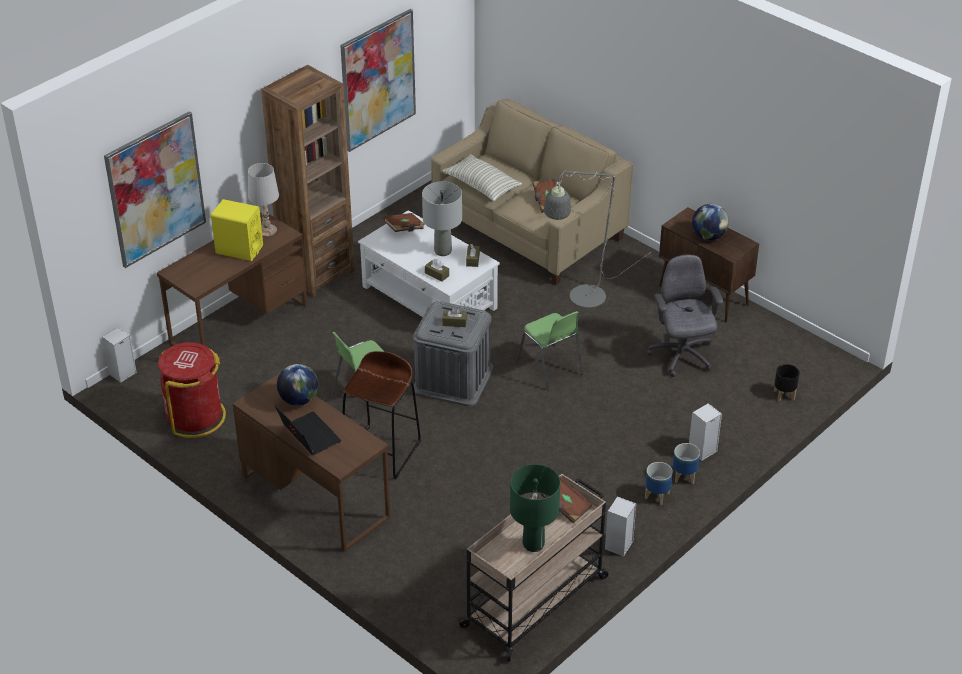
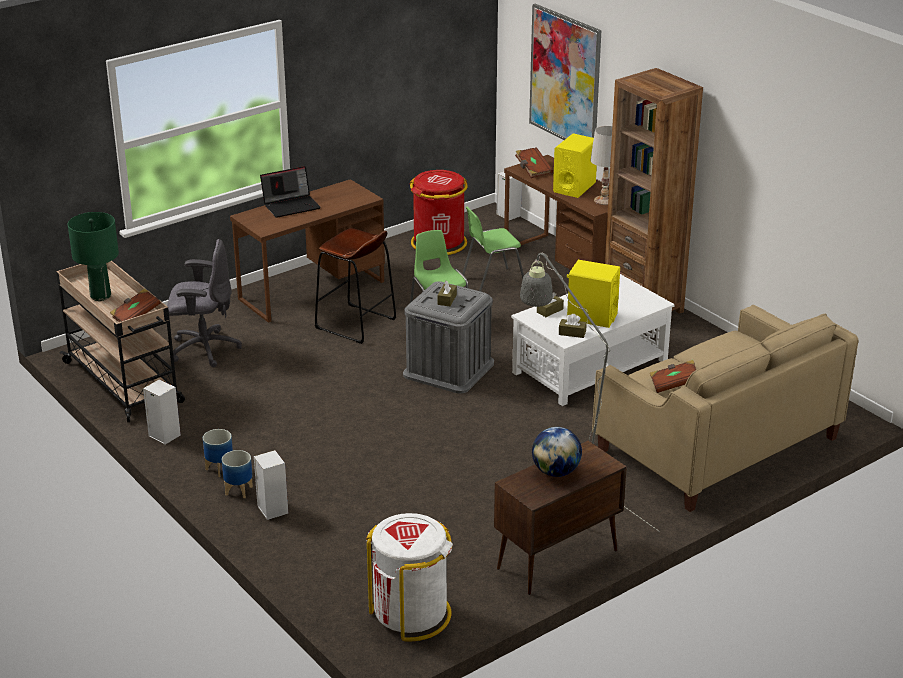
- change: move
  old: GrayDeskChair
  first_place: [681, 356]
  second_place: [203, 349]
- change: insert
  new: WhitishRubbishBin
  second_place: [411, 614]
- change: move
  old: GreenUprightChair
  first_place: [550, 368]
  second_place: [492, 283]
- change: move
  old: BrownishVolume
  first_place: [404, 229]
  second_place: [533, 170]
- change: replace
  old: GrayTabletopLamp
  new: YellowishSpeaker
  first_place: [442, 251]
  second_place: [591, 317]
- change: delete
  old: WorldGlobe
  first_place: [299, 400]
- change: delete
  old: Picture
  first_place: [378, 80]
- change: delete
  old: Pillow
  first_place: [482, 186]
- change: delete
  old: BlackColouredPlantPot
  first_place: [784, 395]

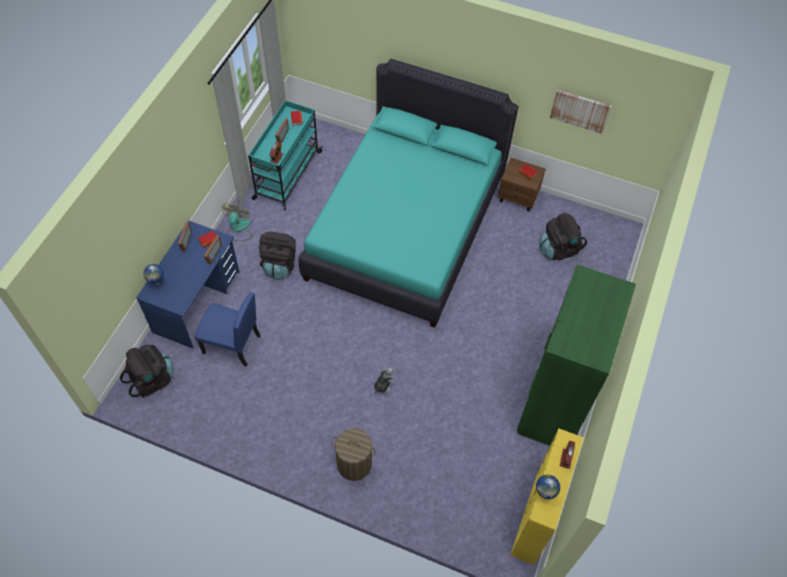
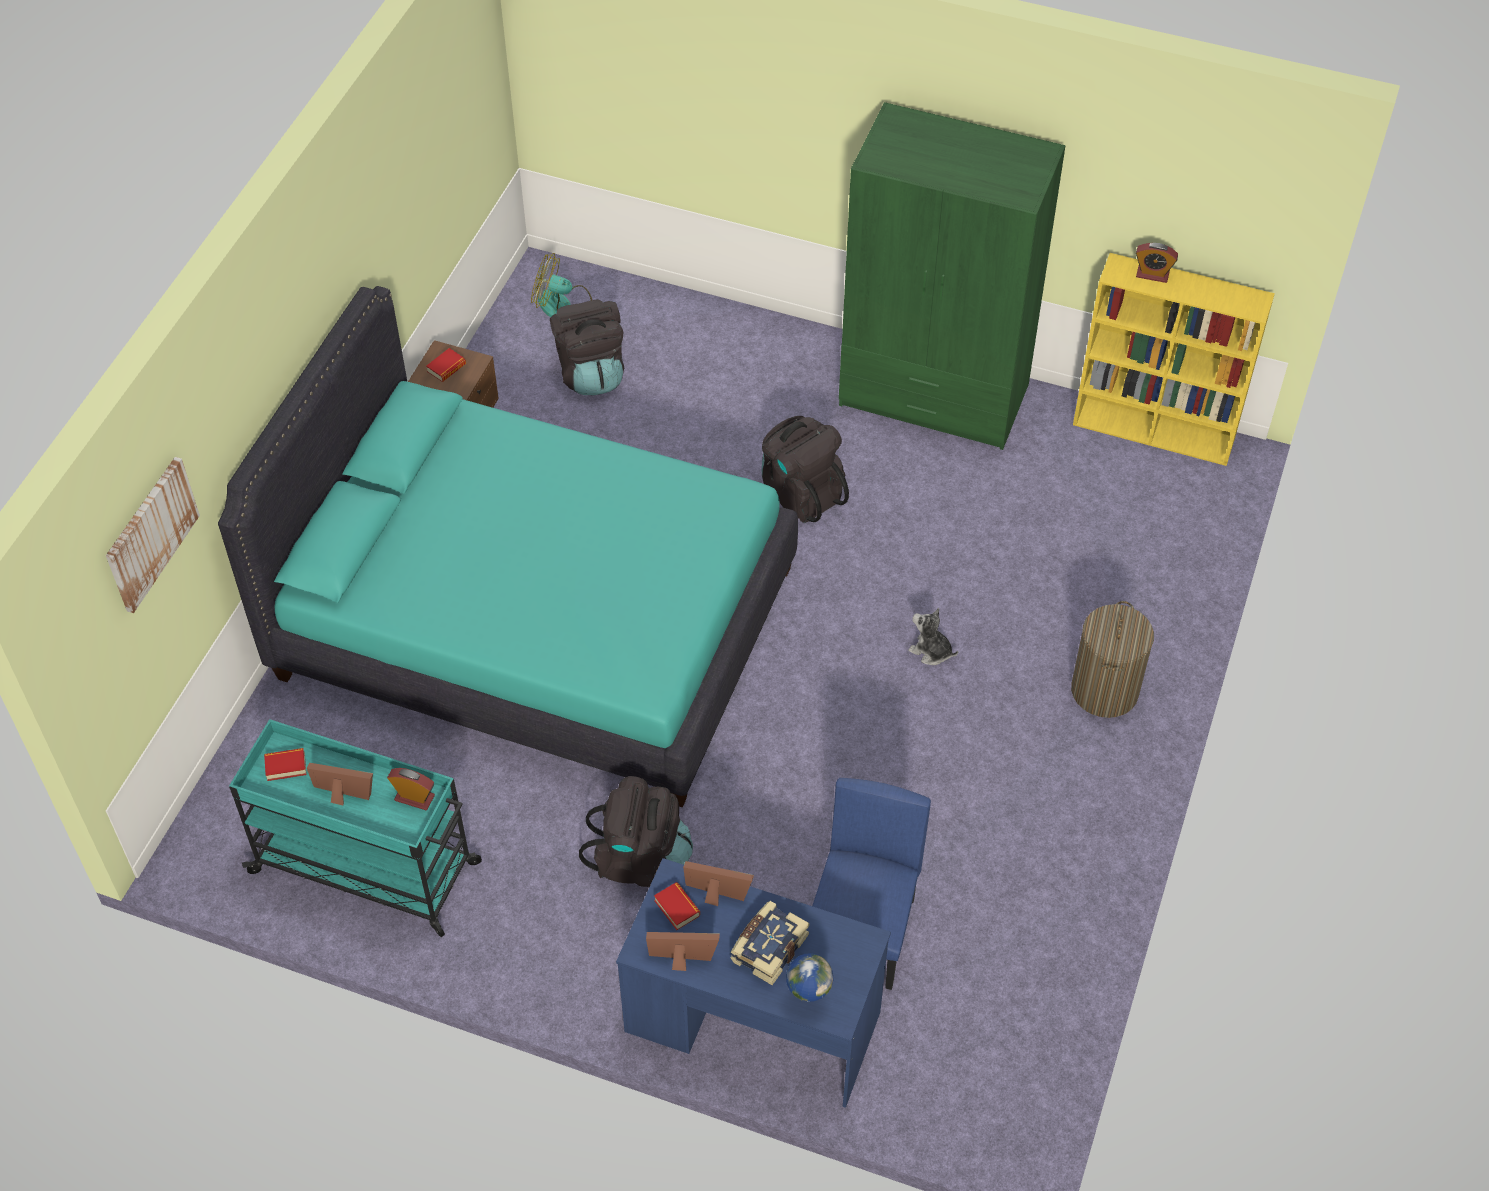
- change: move
  old: Picture
  first_place: [580, 110]
  second_place: [150, 533]
- change: move
  old: ElectricFan
  first_place: [238, 229]
  second_place: [562, 306]
- change: insert
  new: Volume
  second_place: [768, 947]
- change: move
  old: BlackColouredKnapsack
  first_place: [152, 379]
  second_place: [800, 493]
- change: delete
  old: WorldGlobe
  first_place: [544, 494]

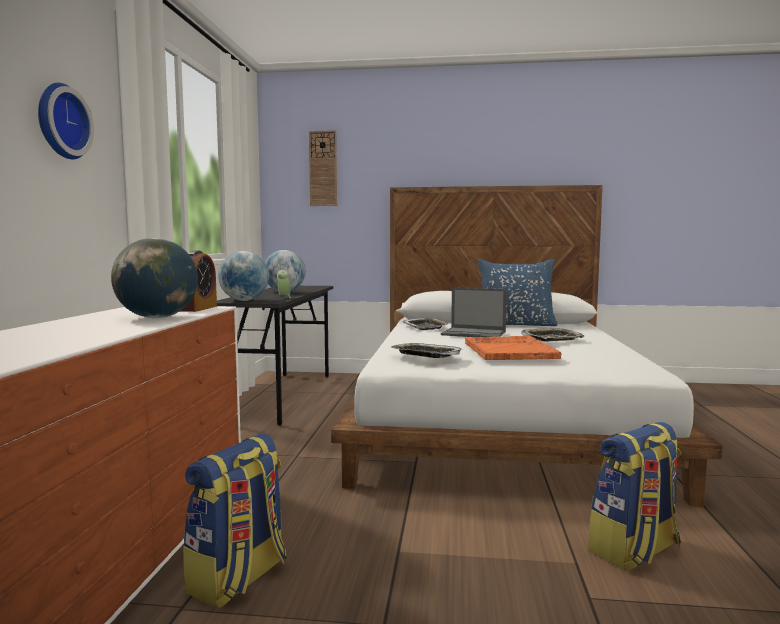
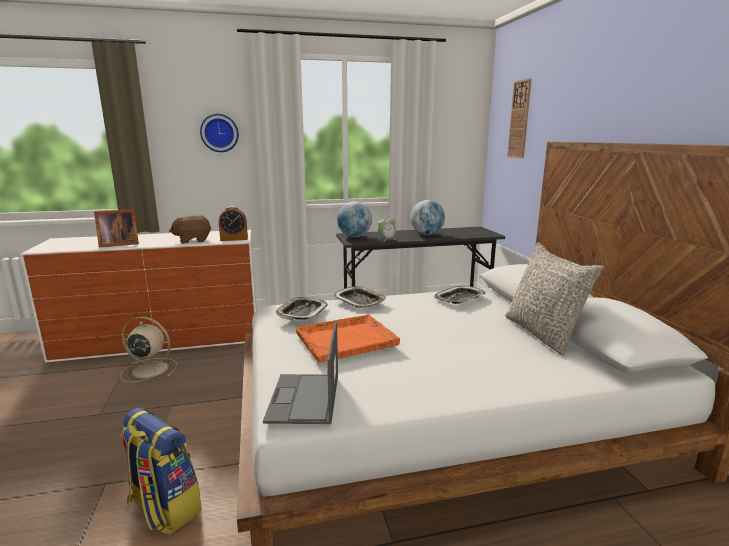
- change: insert
  new: PictureFrame
  second_place: [118, 244]
- change: replace
  old: Knapsack
  new: BeigeColouredElectricFan
  first_place: [239, 578]
  second_place: [148, 369]
- change: replace
  old: WorldGlobe
  new: BrownishSoftToy
  first_place: [157, 317]
  second_place: [193, 240]
- change: move
  old: NotebookComputer
  first_place: [474, 333]
  second_place: [304, 399]
- change: move
  old: Tray
  first_place: [551, 339]
  second_place: [360, 301]
- change: recolor
  old: BluePillow
  new: GrayPillow
  first_place: [515, 325]
  second_place: [543, 334]

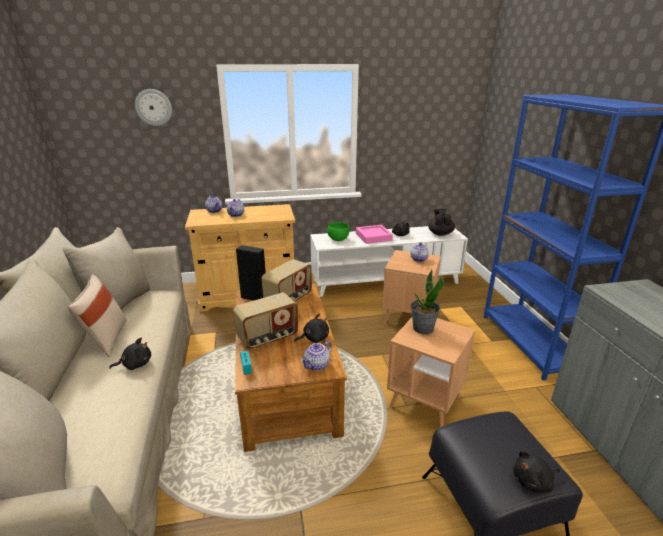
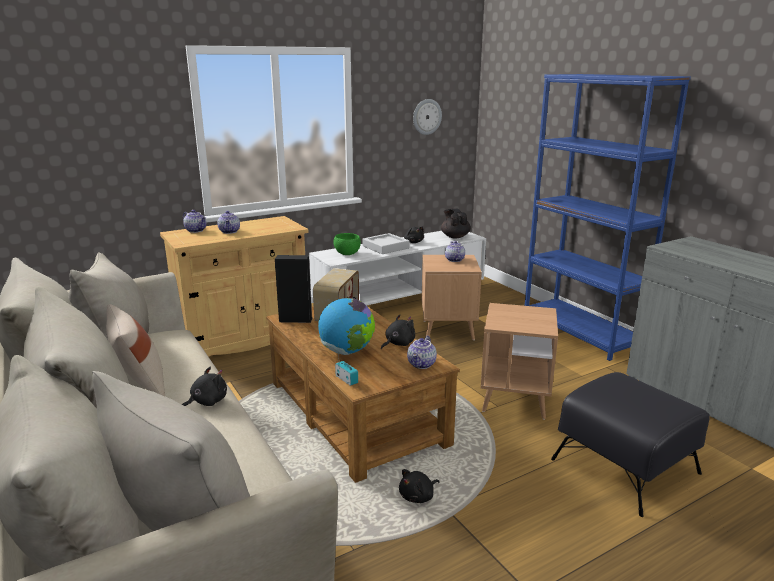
- change: replace
  old: Radio
  new: WorldGlobe
  first_place: [268, 338]
  second_place: [347, 351]
- change: recolor
  old: PinkishTray
  new: GrayTray
  first_place: [373, 237]
  second_place: [385, 247]
- change: move
  old: BlackColouredSoftToy
  first_place: [533, 481]
  second_place: [418, 496]
- change: move
  old: HangingClock
  first_place: [153, 107]
  second_place: [426, 116]
- change: delete
  old: Houseplant
  first_place: [422, 328]

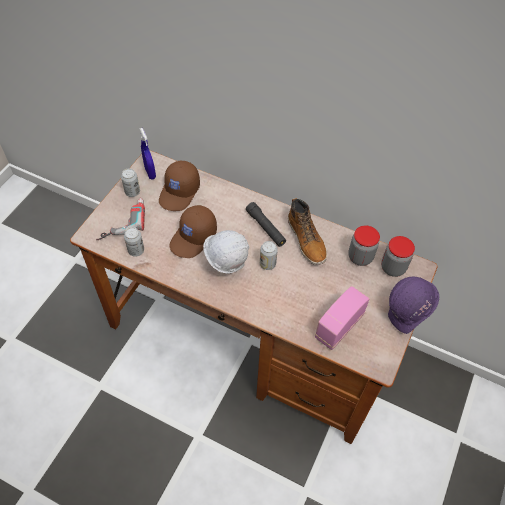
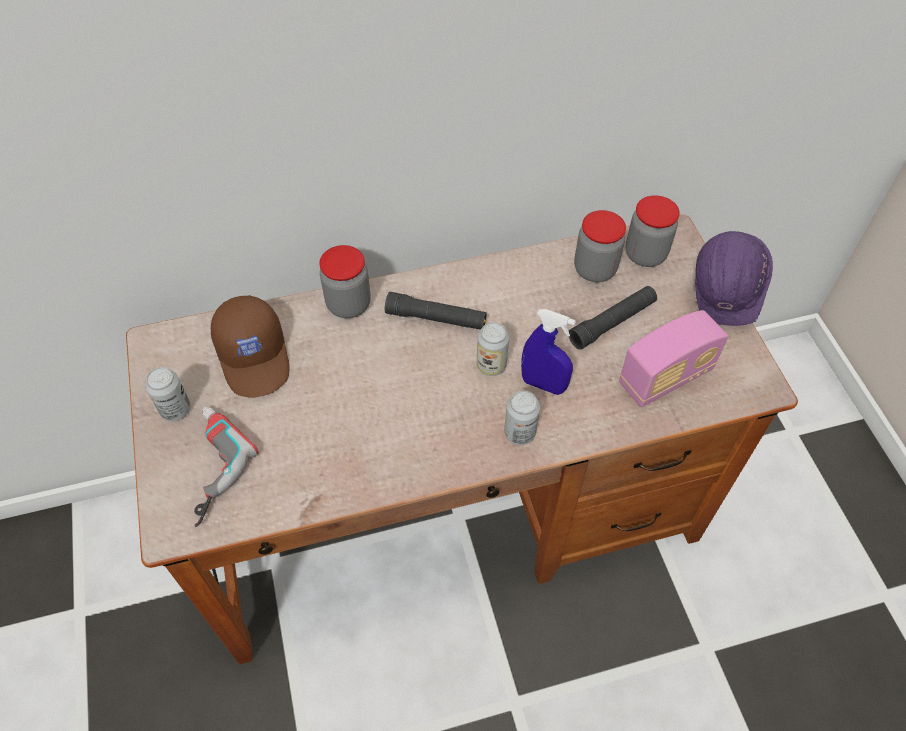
- change: insert
  new: StorageJar
  second_place: [348, 304]
- change: move
  old: Can
  first_place: [136, 250]
  second_place: [519, 433]
- change: move
  old: BlueSprayer
  first_place: [150, 172]
  second_place: [543, 384]
- change: insert
  new: BlackColouredTorch
  second_place: [612, 322]
- change: rotate
  old: Radio
  first_place: [339, 326]
  second_place: [665, 377]
  degrees: -120
- change: delete
  old: BrownishCap
  first_place: [194, 238]
- change: delete
  old: WhitishHardHat
  first_place: [226, 264]
- change: delete
  old: HighTopBoot
  first_place: [306, 240]

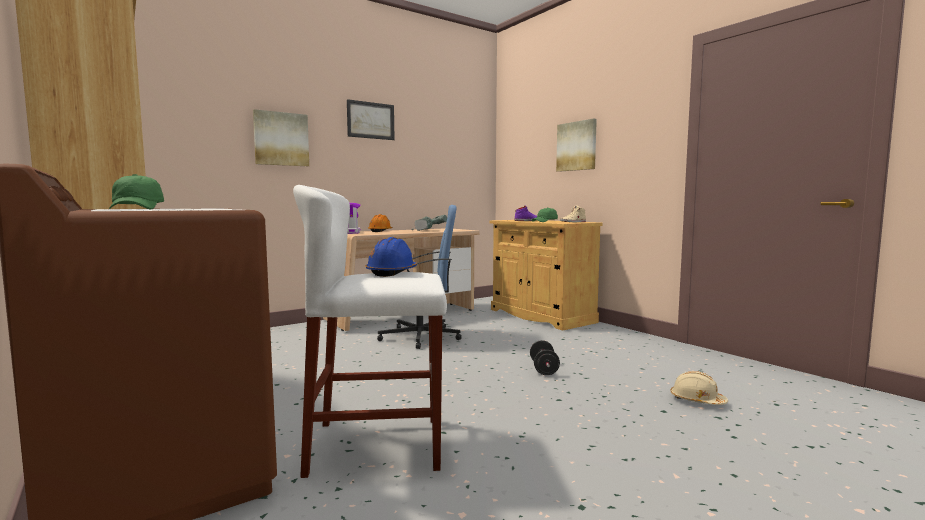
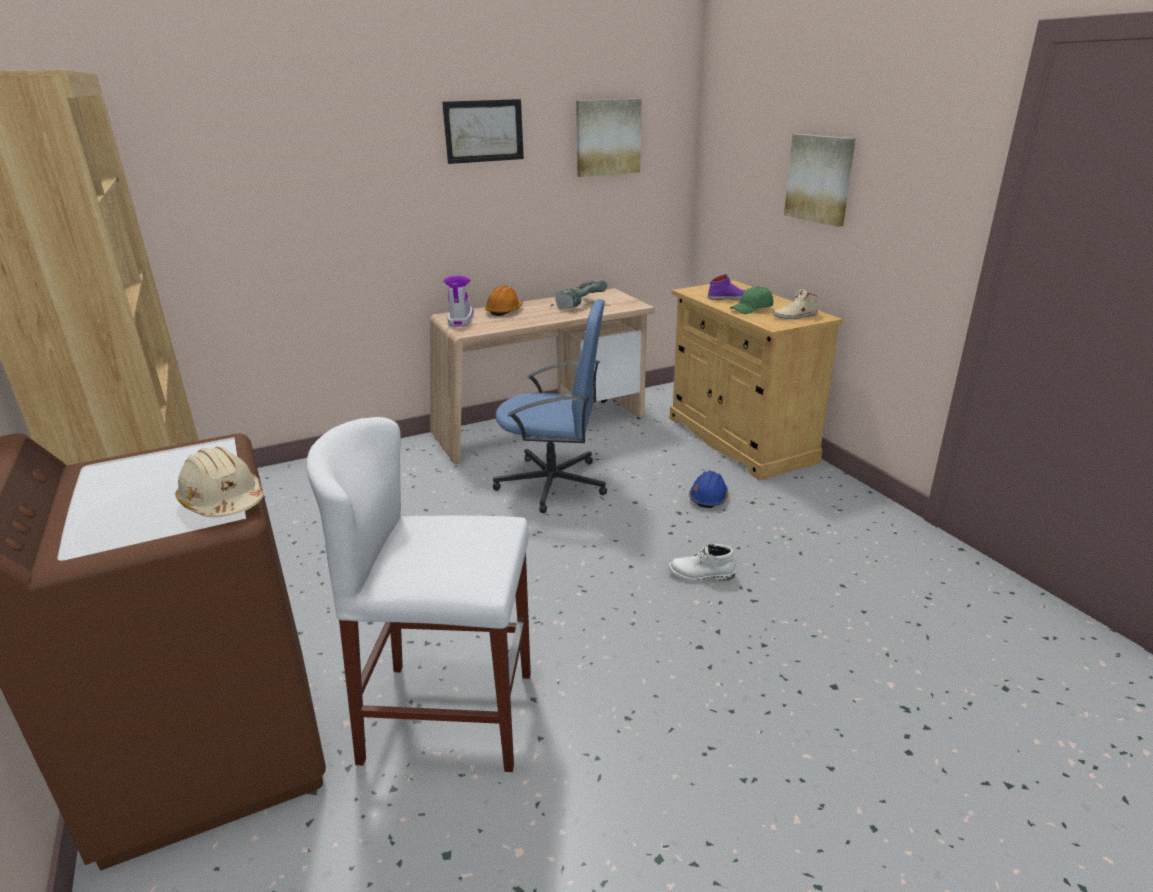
- change: move
  old: BeigeColouredHardHat
  first_place: [697, 400]
  second_place: [223, 501]
- change: move
  old: Picture
  first_place: [281, 139]
  second_place: [607, 137]
- change: replace
  old: BlackColouredHandWeight
  new: WhitishHighTopBoot
  first_place: [544, 369]
  second_place: [701, 575]
- change: move
  old: BlueHardHat
  first_place: [392, 273]
  second_place: [708, 498]
- change: delete
  old: GreenCap
  first_place: [137, 209]

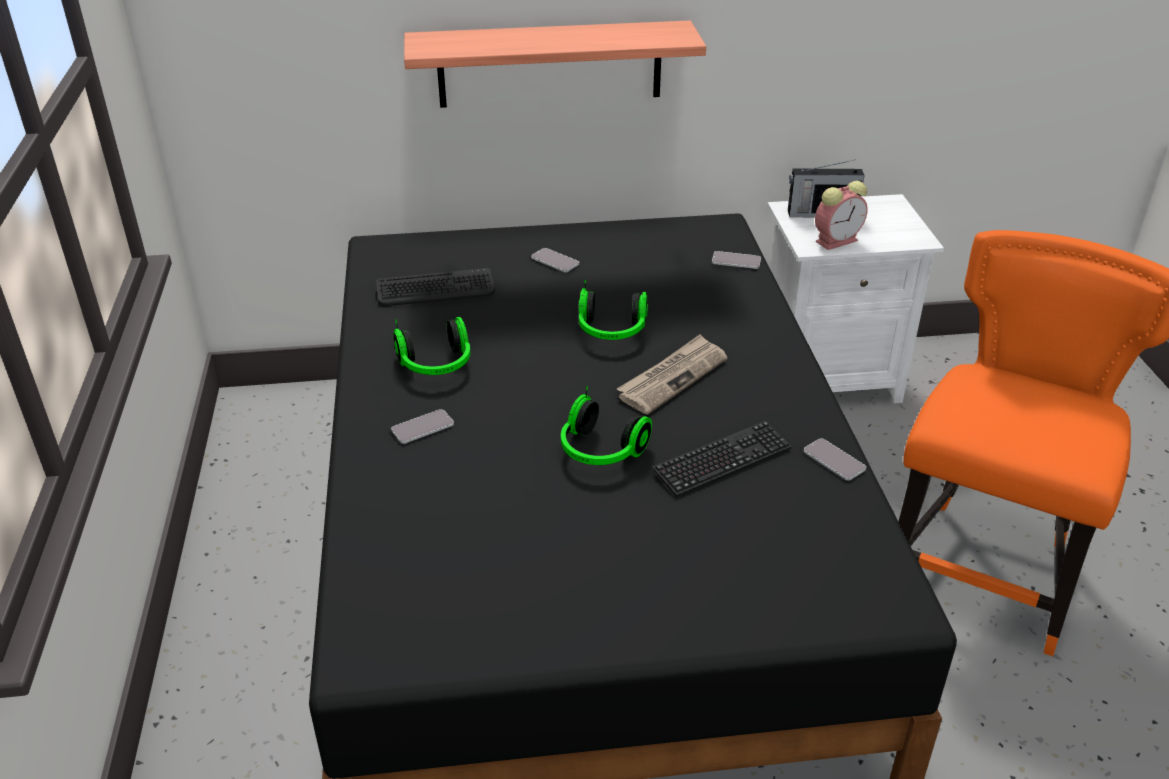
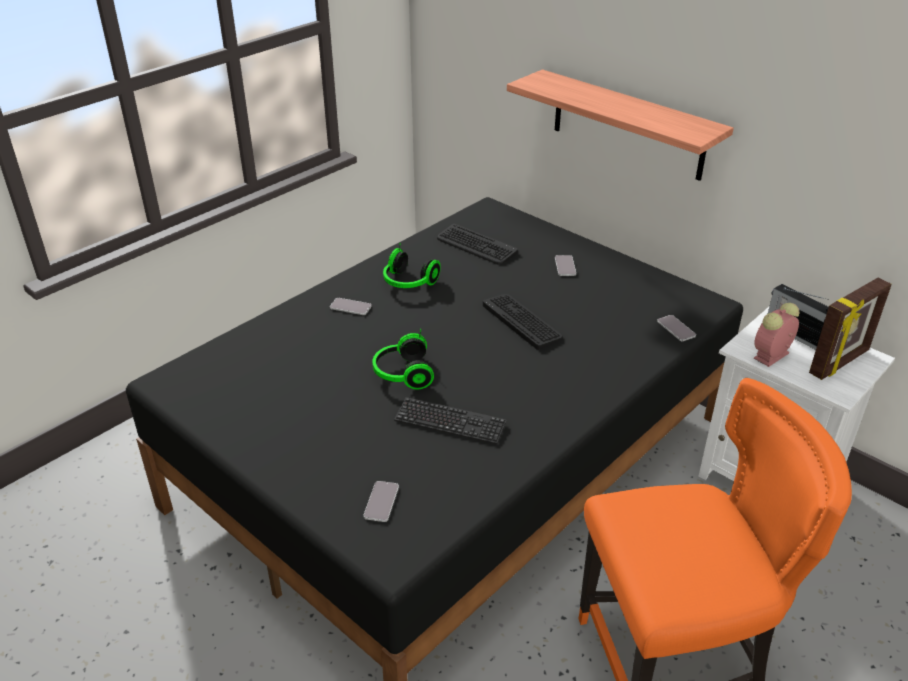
- change: move
  old: Telephone
  first_place: [834, 460]
  second_place: [381, 502]
- change: replace
  old: Headset
  new: ComputerKeyboard
  first_place: [611, 332]
  second_place: [522, 321]
- change: rotate
  old: AlarmClock
  first_place: [837, 240]
  second_place: [770, 356]
  degrees: 120
- change: insert
  new: PictureFrame
  second_place: [840, 363]
- change: delete
  old: PrintedPaper
  first_place: [672, 377]

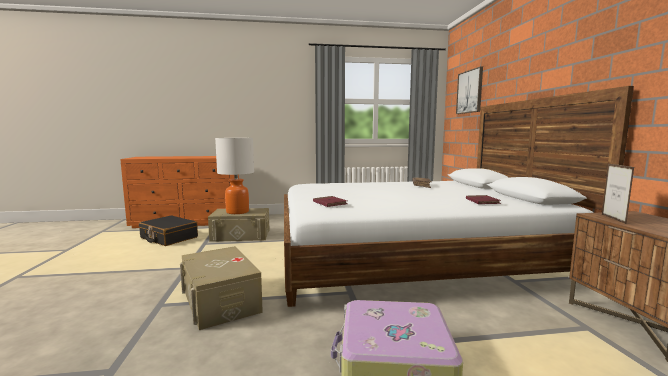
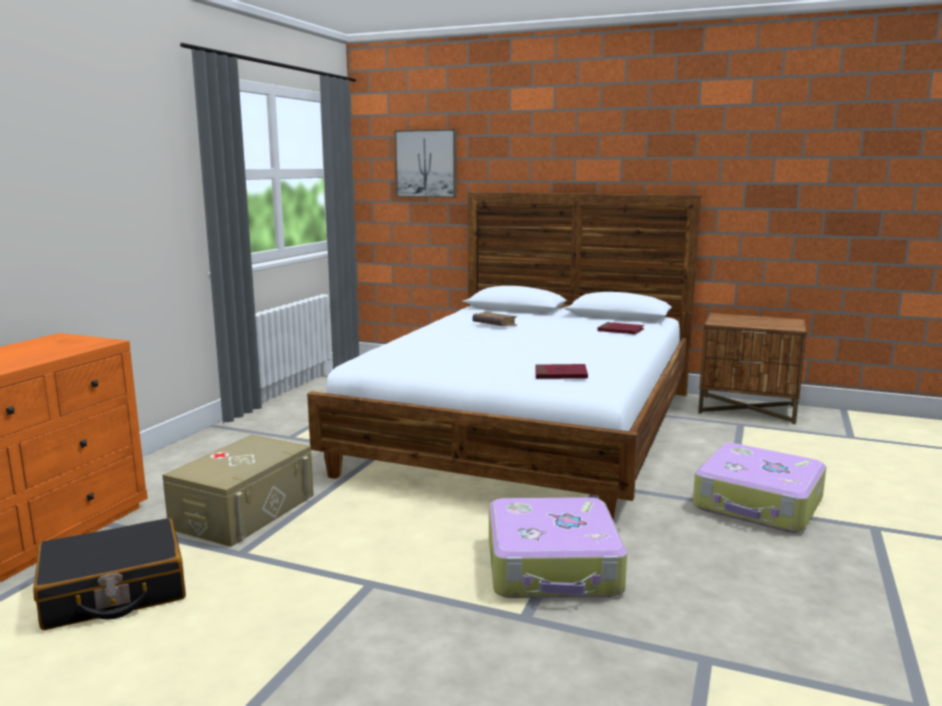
- change: replace
  old: BeigeColouredStorageBin
  new: TravelCase
  first_place: [220, 301]
  second_place: [553, 567]
- change: delete
  old: TabletopLamp
  first_place: [237, 212]
- change: delete
  old: PictureFrame
  first_place: [613, 219]

